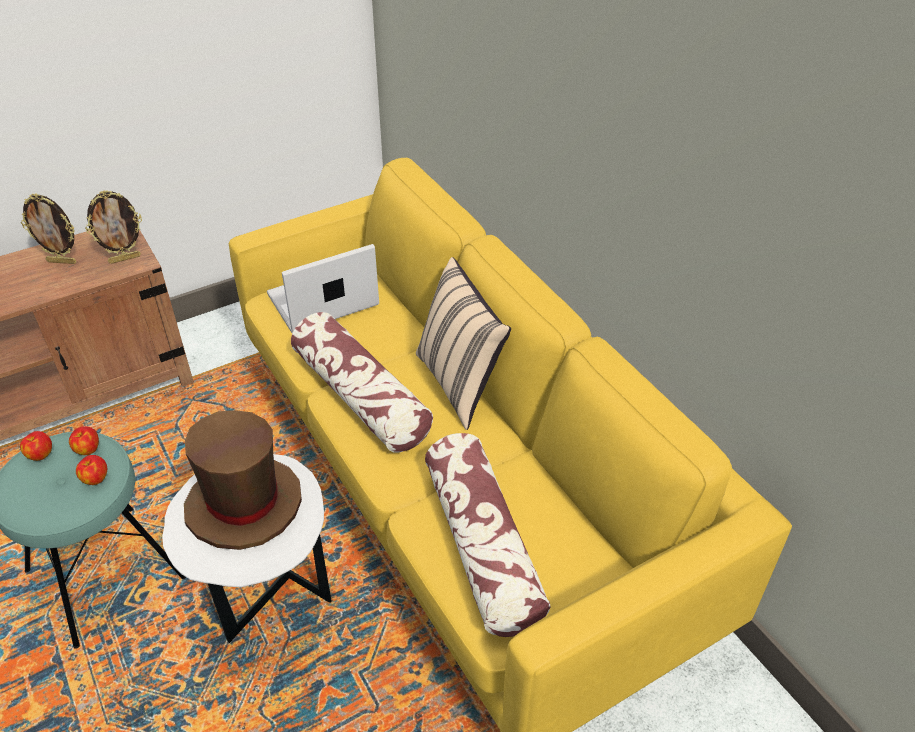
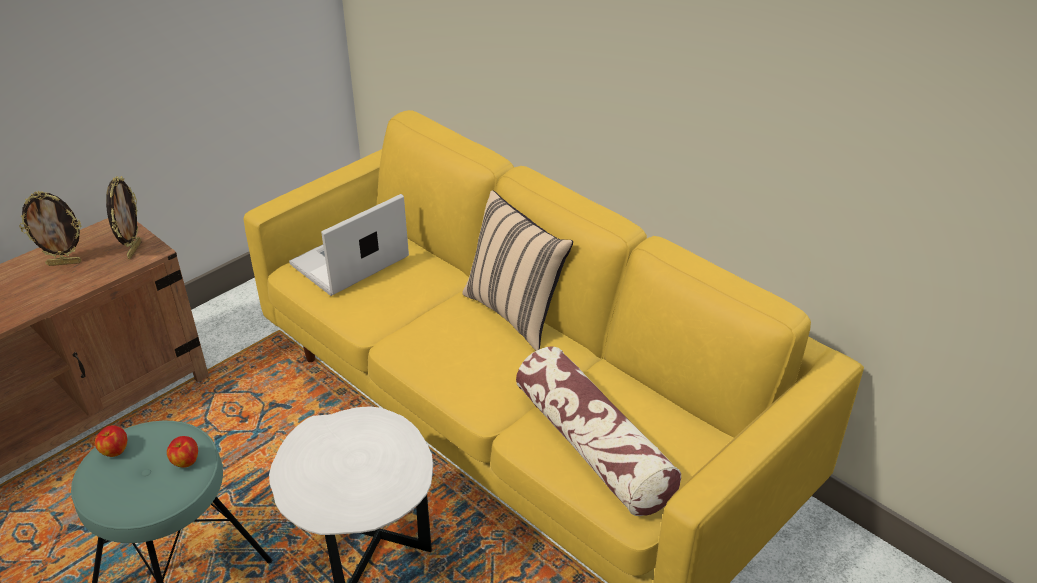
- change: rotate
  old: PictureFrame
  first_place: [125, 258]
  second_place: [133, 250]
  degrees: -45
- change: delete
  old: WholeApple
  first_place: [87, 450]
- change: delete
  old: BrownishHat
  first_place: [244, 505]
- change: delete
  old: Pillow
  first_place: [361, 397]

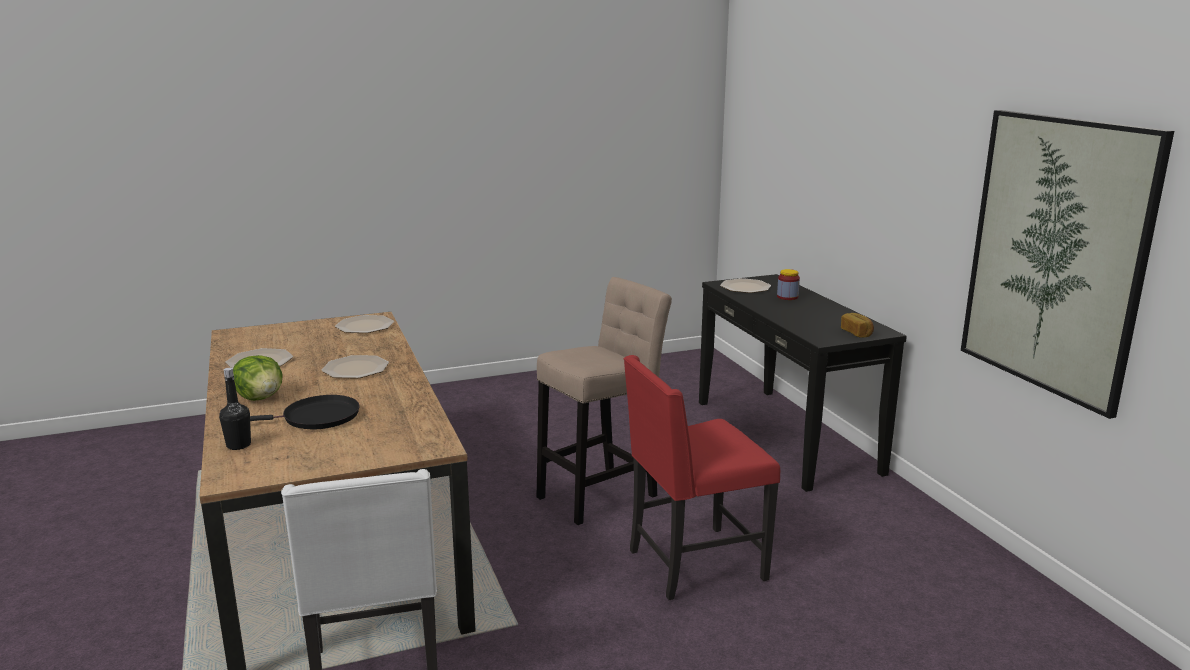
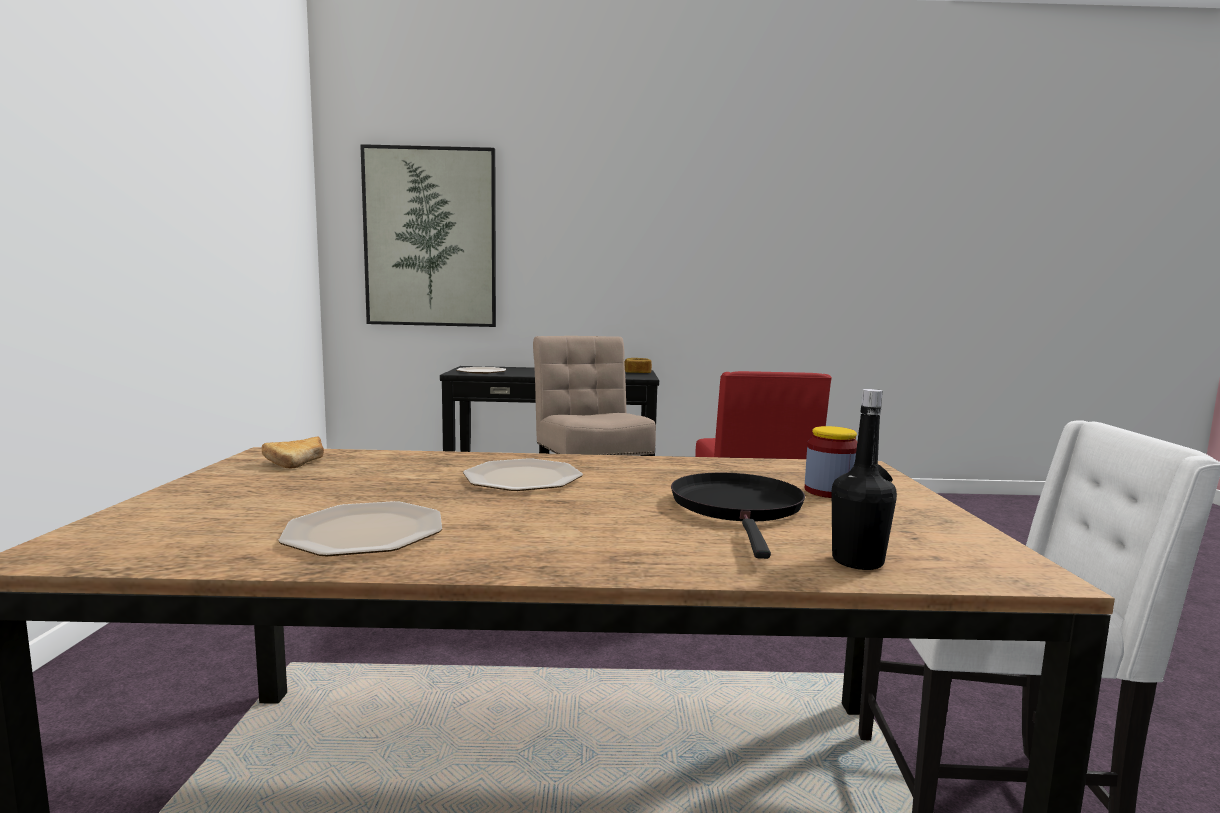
- change: replace
  old: Plate
  new: Bread
  first_place: [364, 326]
  second_place: [300, 462]
- change: move
  old: Picture
  first_place: [1055, 256]
  second_place: [430, 238]
- change: move
  old: StorageJar
  first_place: [787, 297]
  second_place: [829, 491]
- change: delete
  old: Lettuce
  first_place: [261, 398]

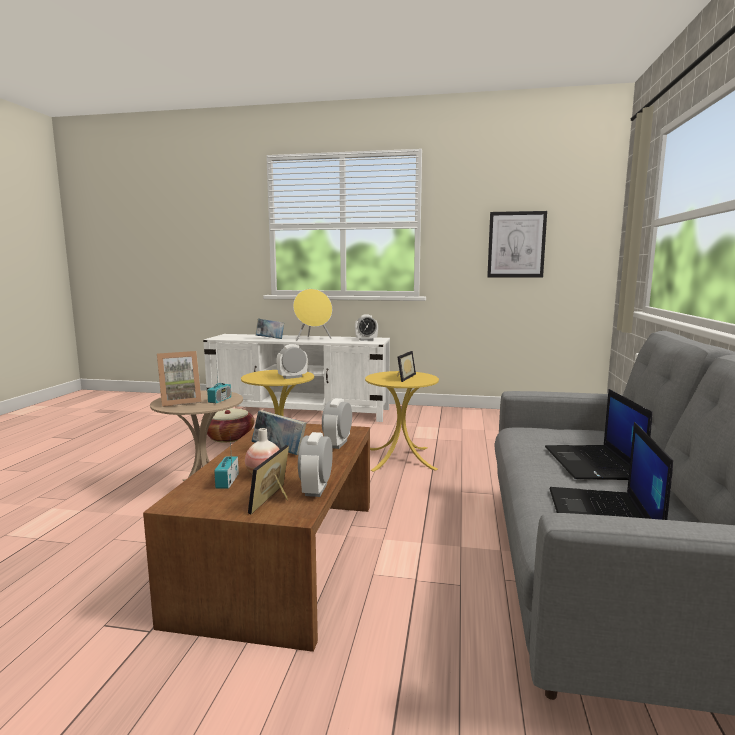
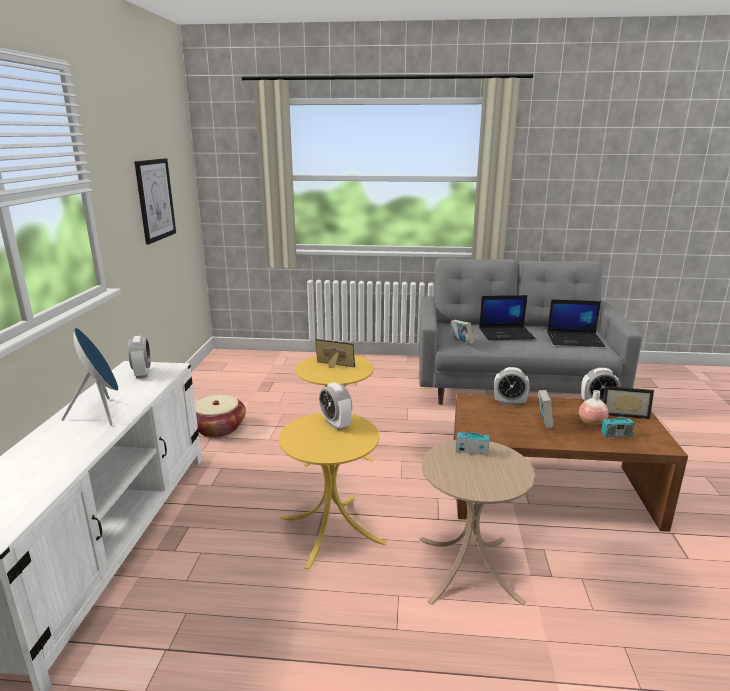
- change: recolor
  old: YellowishSpeaker
  new: BlueSpeaker
  first_place: [313, 339]
  second_place: [102, 413]
- change: move
  old: Basket
  first_place: [229, 437]
  second_place: [218, 428]
- change: move
  old: Volume
  first_place: [270, 339]
  second_place: [461, 343]
- change: delete
  old: PictureFrame
  first_place: [180, 402]

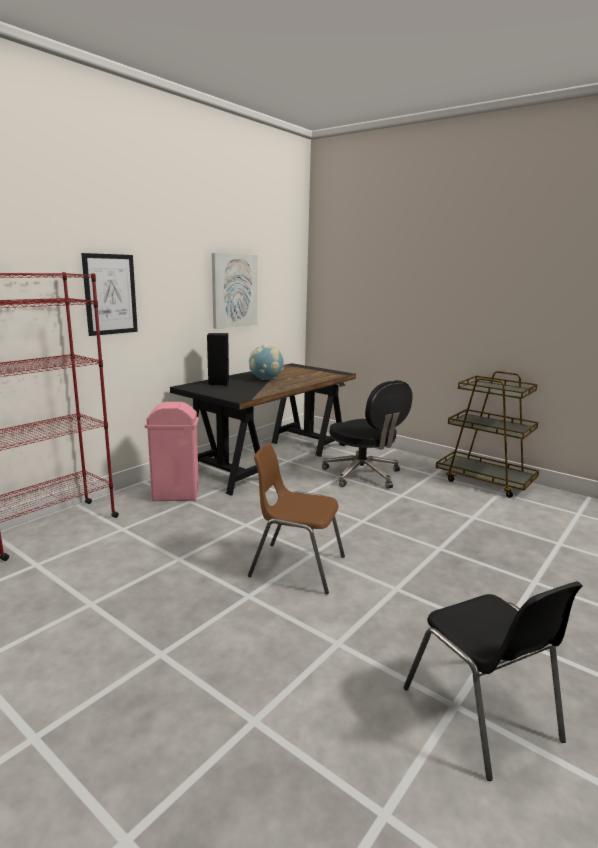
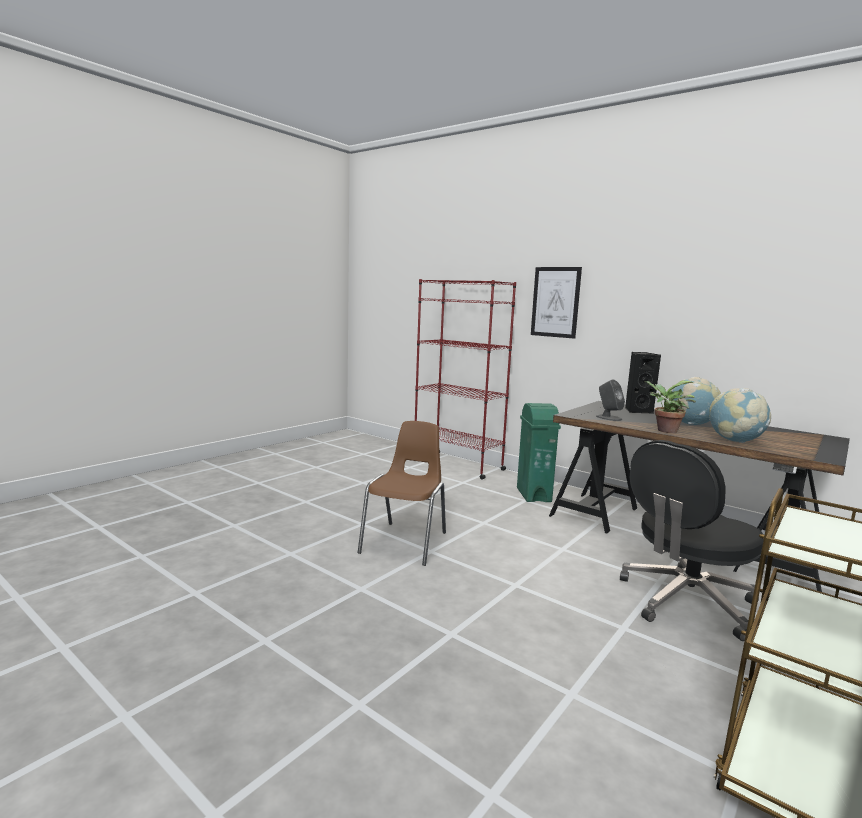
- change: recolor
  old: PinkishRubbishBin
  new: GreenRubbishBin
  first_place: [175, 495]
  second_place: [533, 494]
- change: insert
  new: GraySpeaker
  second_place: [608, 418]
- change: insert
  new: Houseplant
  second_place: [664, 430]
- change: insert
  new: WorldGlobe
  second_place: [735, 441]
- change: delete
  old: Picture
  first_place: [234, 290]
- change: delete
  old: BlackColouredUprightChair
  first_place: [482, 715]

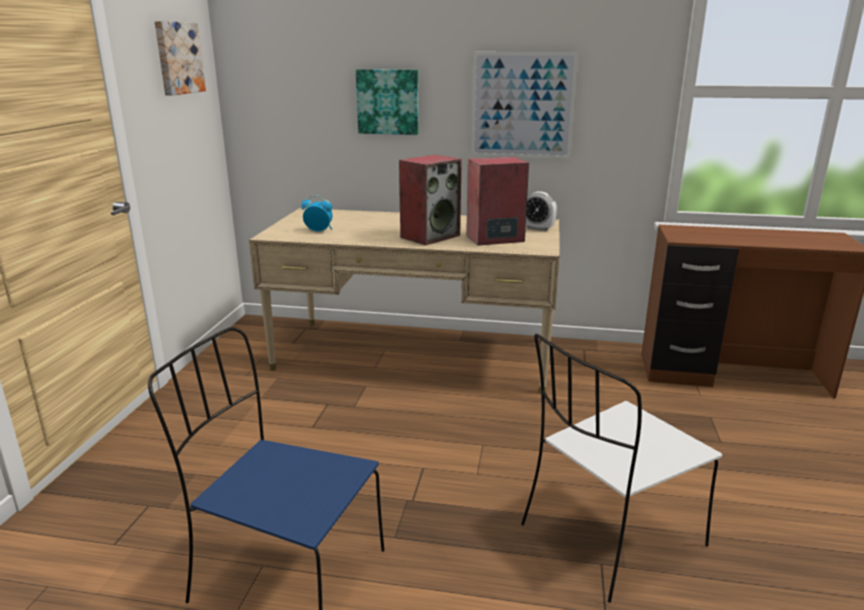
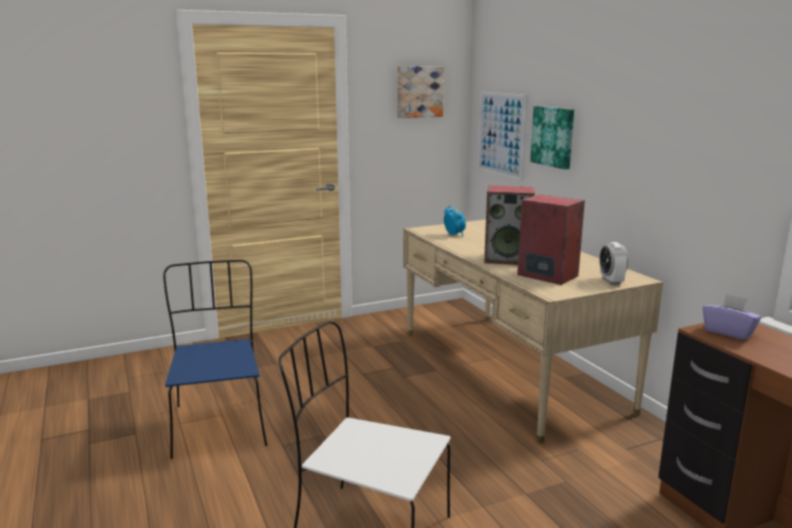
- change: move
  old: Picture
  first_place: [522, 105]
  second_place: [501, 134]
- change: insert
  new: PurpleTissueHolder
  second_place: [729, 332]

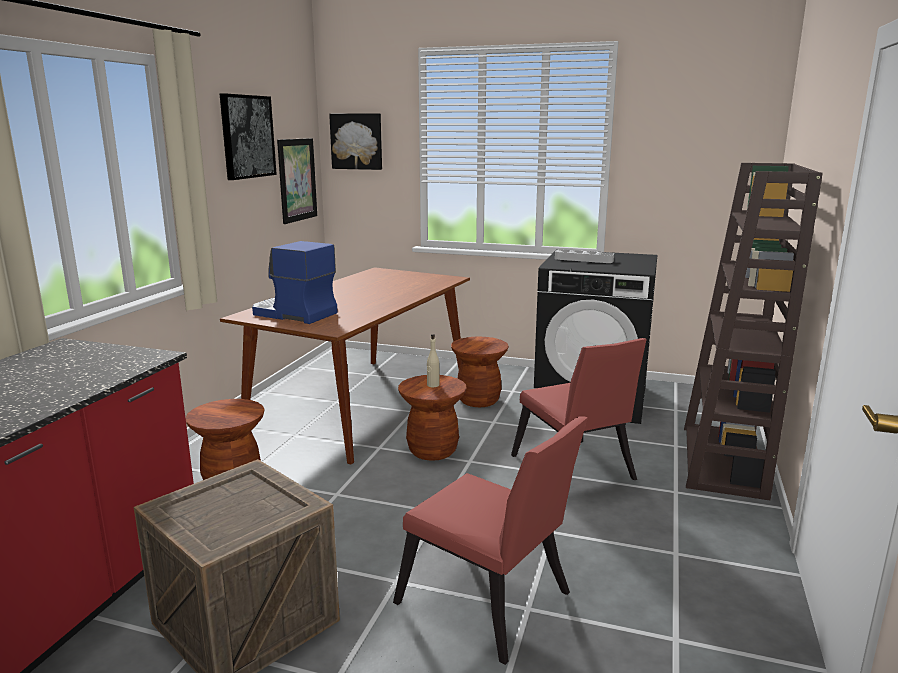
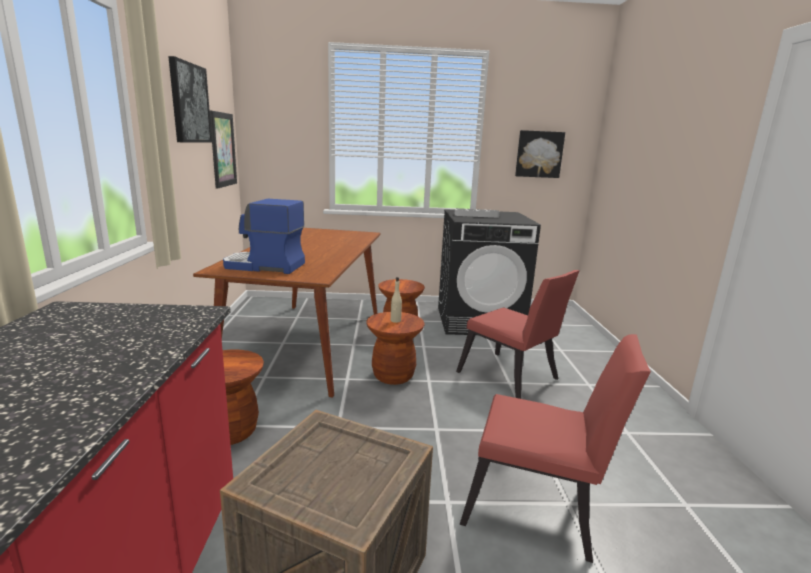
- change: move
  old: Picture
  first_place: [357, 141]
  second_place: [539, 154]
- change: delete
  old: BrownishShelvingUnit
  first_place: [724, 461]

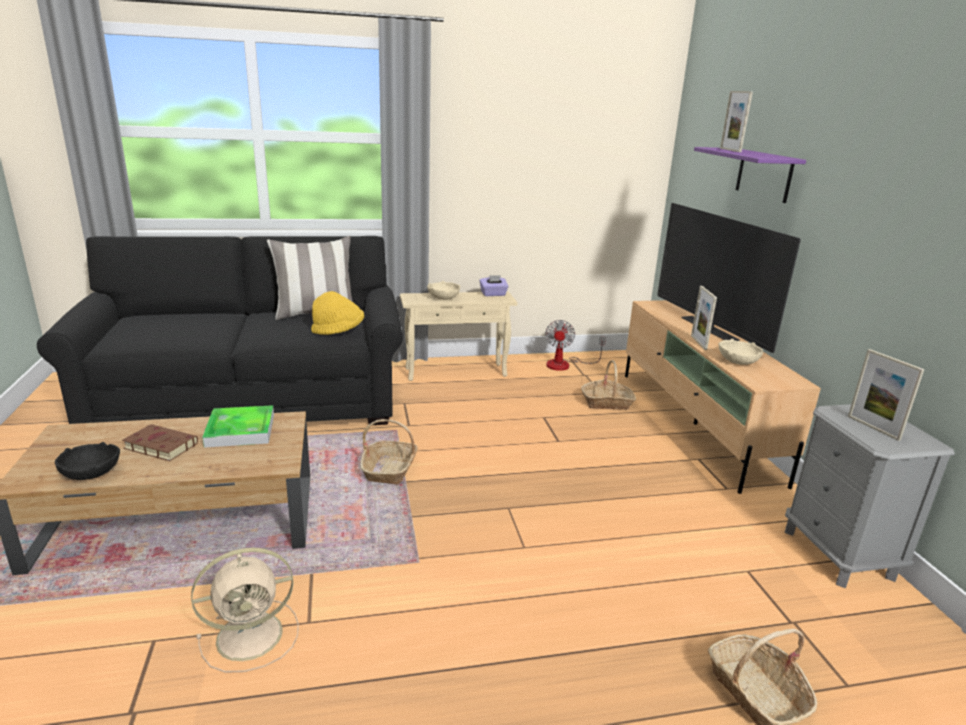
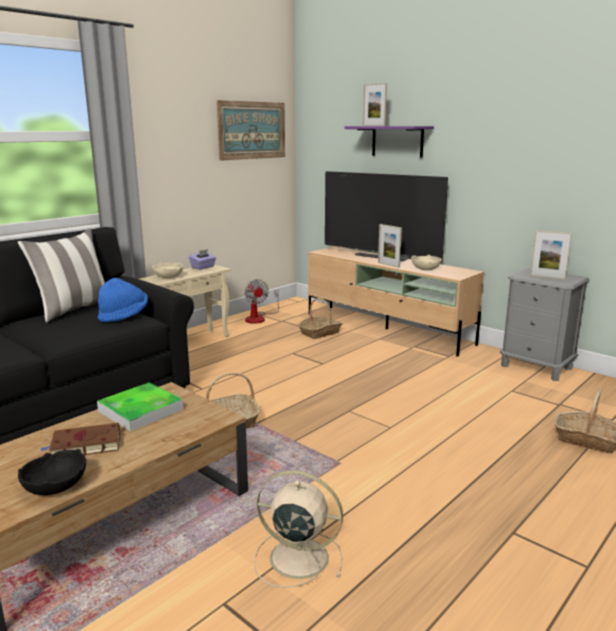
- change: recolor
  old: YellowishHat
  new: BlueHat
  first_place: [338, 331]
  second_place: [124, 316]
- change: insert
  new: Picture
  second_place: [252, 130]
- change: rotate
  old: BeigeColouredElectricFan
  first_place: [253, 635]
  second_place: [296, 557]
  degrees: -105

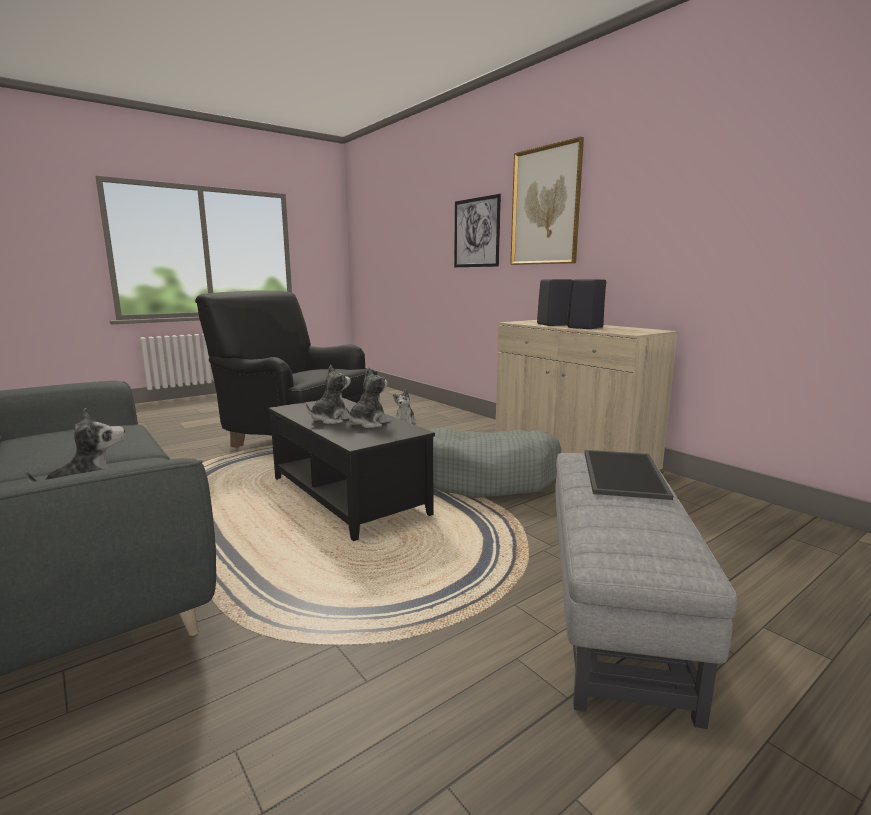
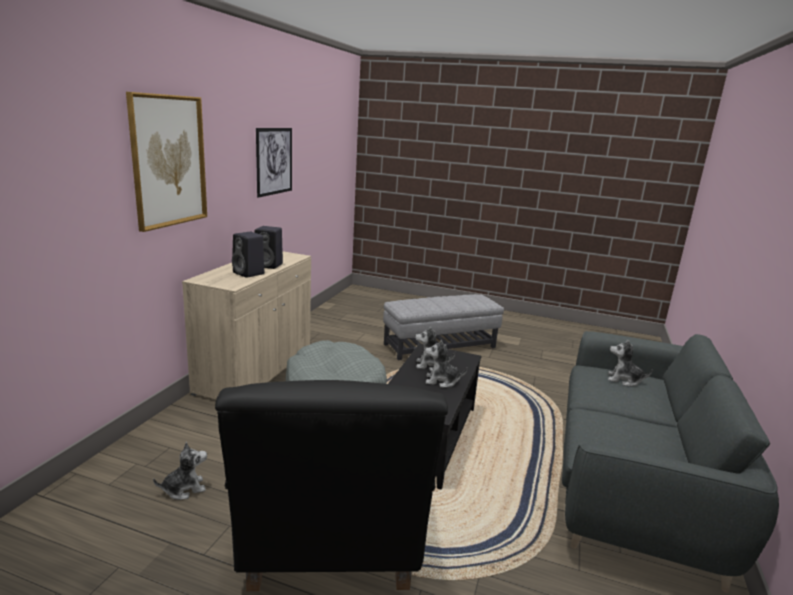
- change: move
  old: Picture
  first_place: [476, 232]
  second_place: [274, 161]
- change: delete
  old: Tray
  first_place: [621, 473]

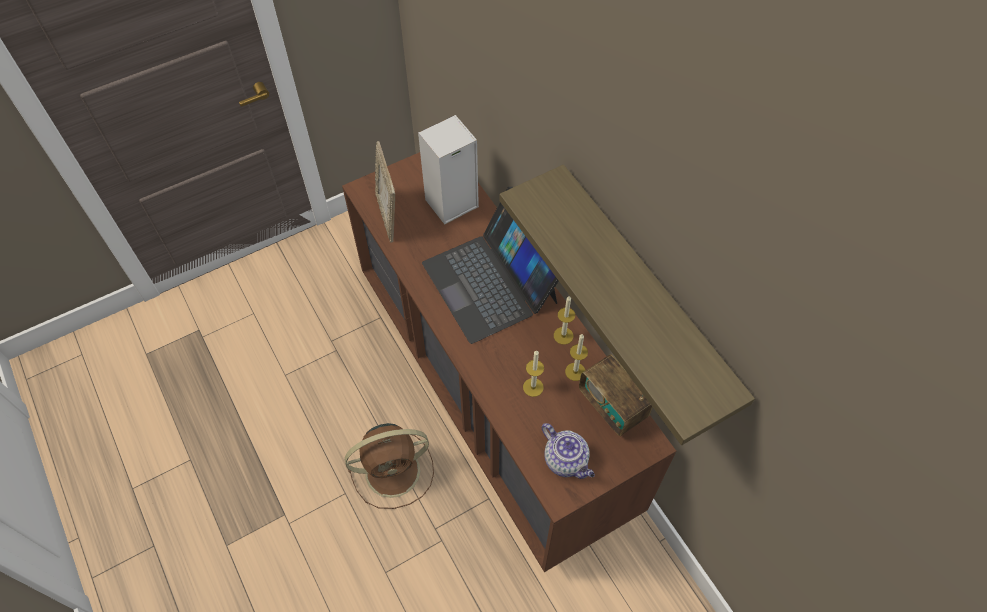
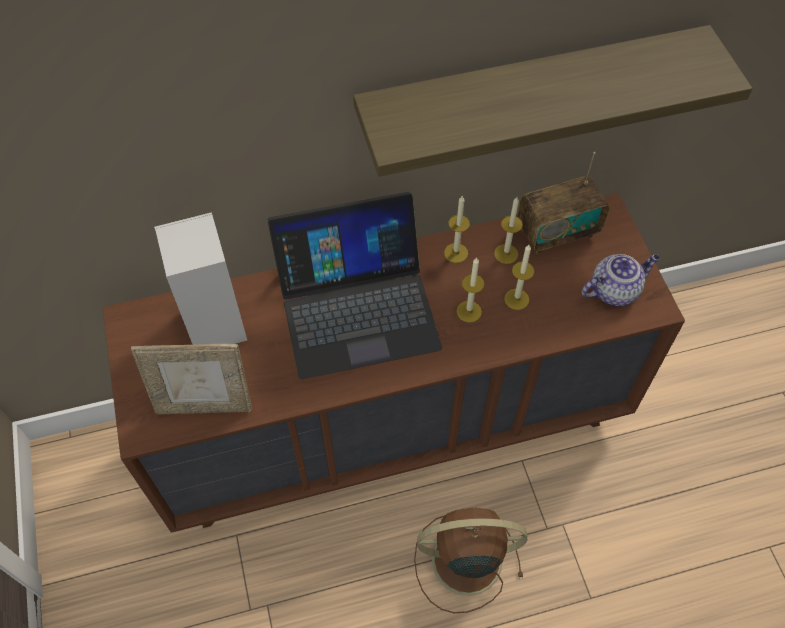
- change: rotate
  old: BrownishElectricFan
  first_place: [395, 470]
  second_place: [463, 560]
  degrees: -90
- change: insert
  new: WaxCandle
  second_place: [469, 311]

